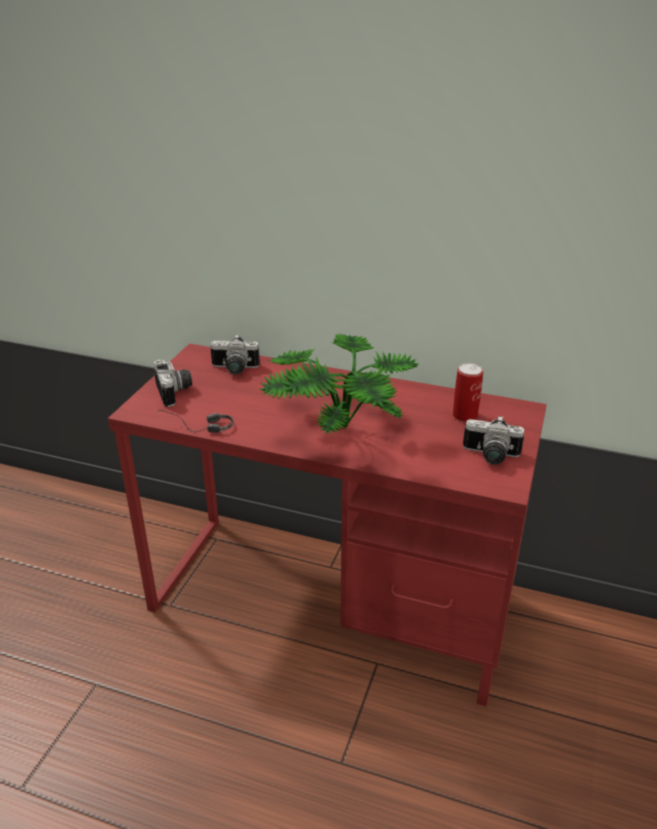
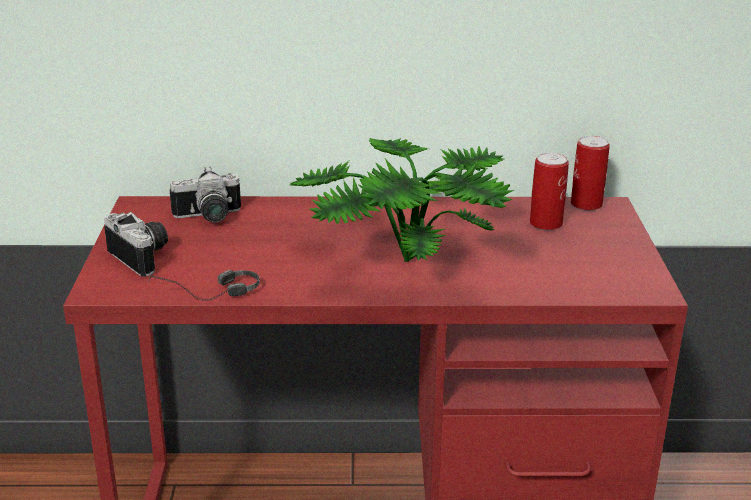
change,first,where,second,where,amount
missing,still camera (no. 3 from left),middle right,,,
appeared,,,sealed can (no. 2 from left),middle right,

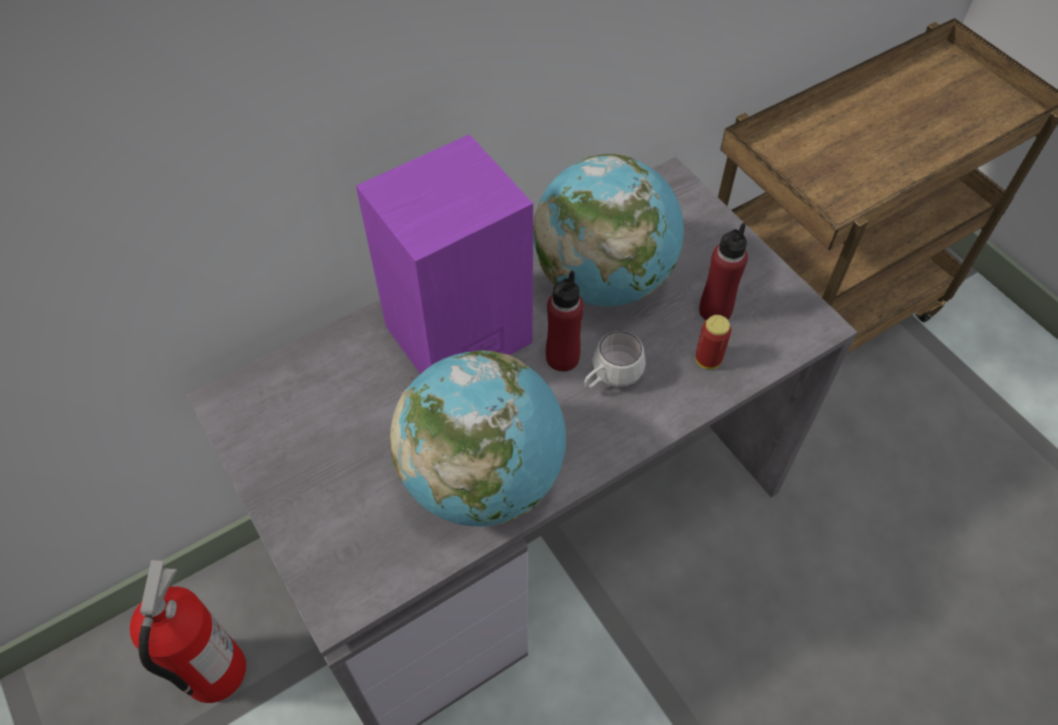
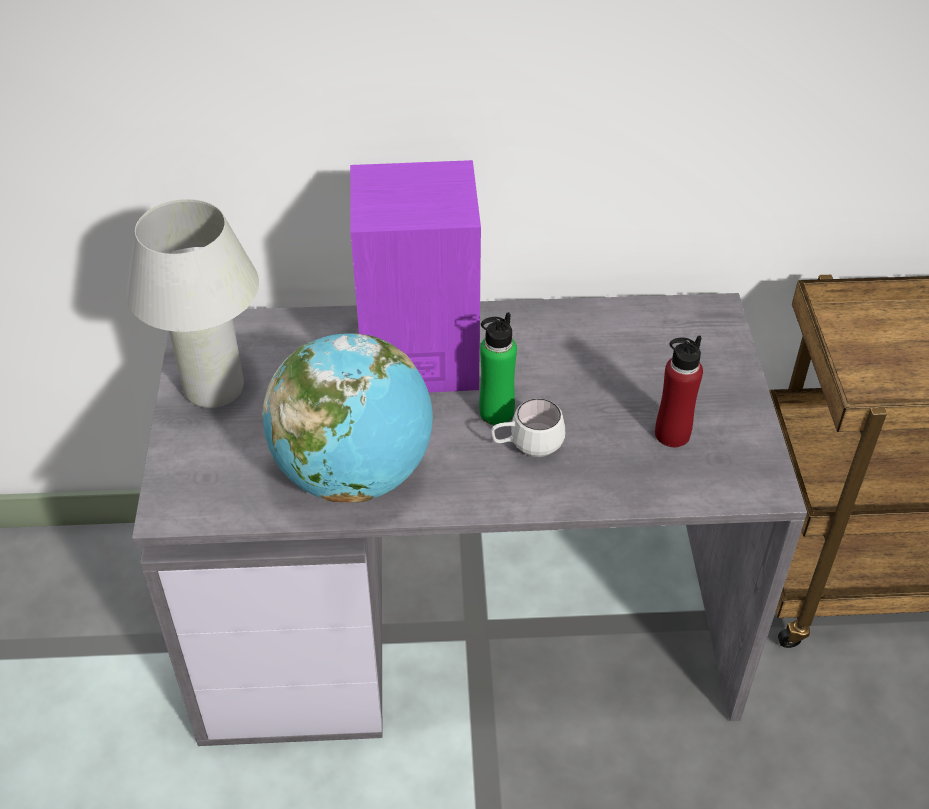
change,first,where,second,where,amount
missing,desk globe (no. 2 from left),top centre,,,
colour,beverage bottle in red (no. 1 from left),centre,beverage bottle in green-coloured,centre,
missing,sealed can,middle right,,,
missing,fire extinguisher,bottom left,,,
appeared,,,tabletop lamp in white,middle left,

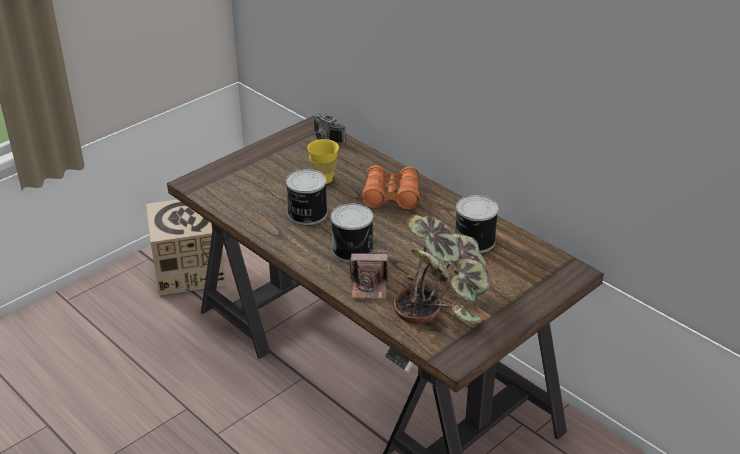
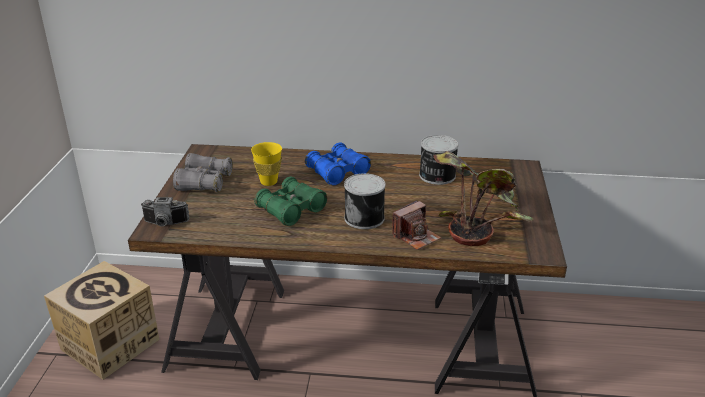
change,first,where,second,where,amount
relocated,still camera (no. 1 from left),top centre,,middle left,
colour,pair of binoculars in orangey,centre,pair of binoculars in blue-coloured,centre,
exchanged,sealed can (no. 1 from left),centre,pair of binoculars in green-coloured,centre,
appeared,,,pair of binoculars in gray,middle left,

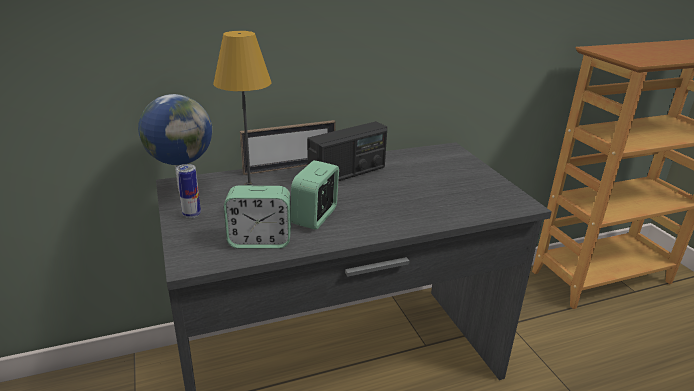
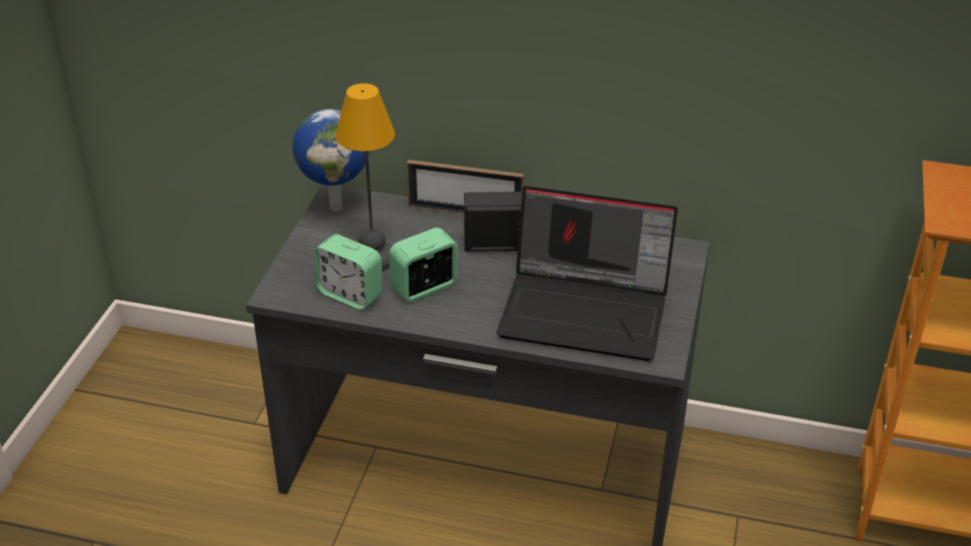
change,first,where,second,where,amount
missing,sealed can,middle left,,,
appeared,,,notebook computer,centre,

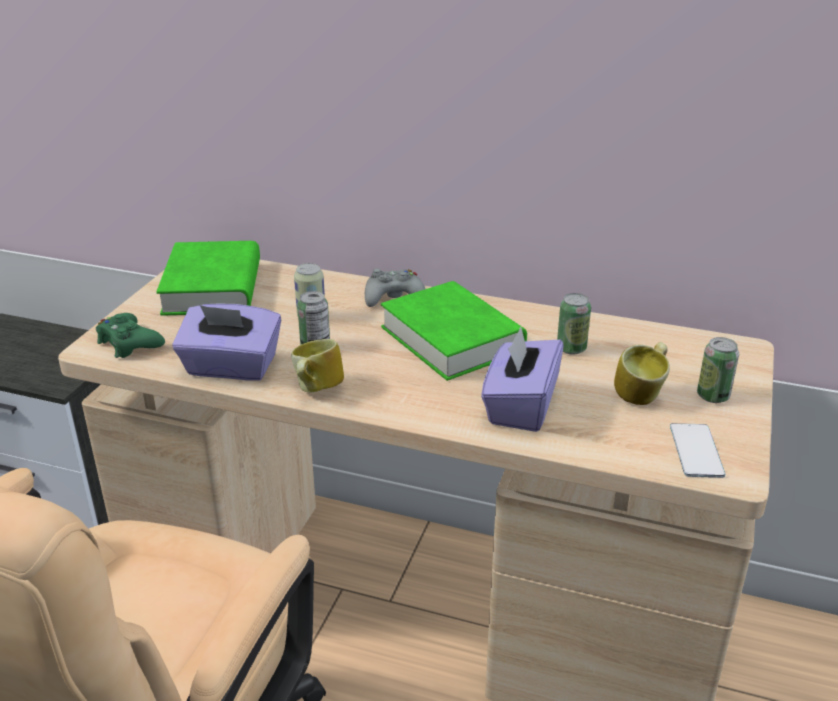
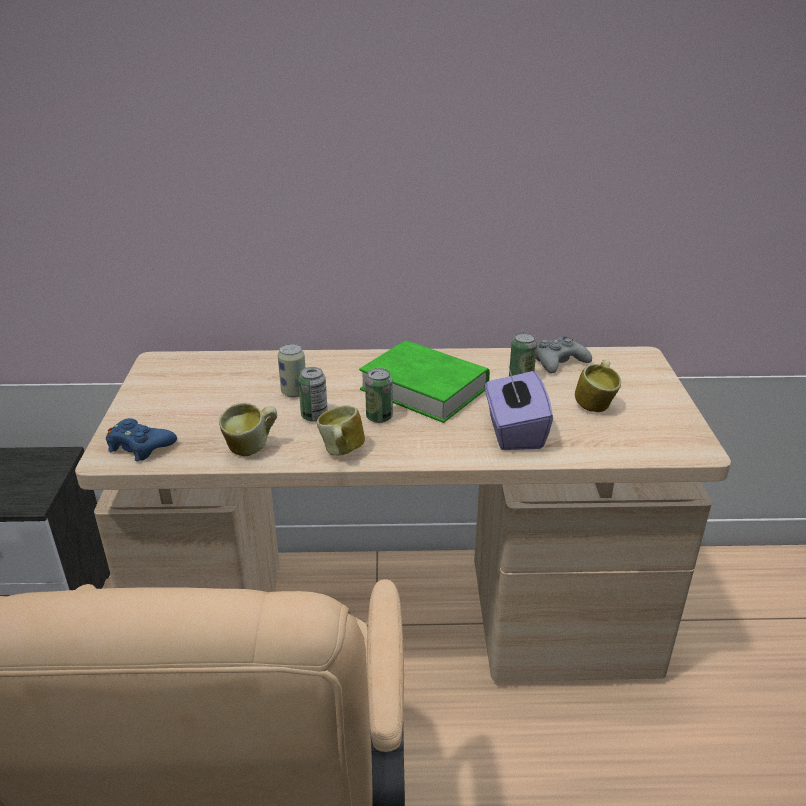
change,first,where,second,where,amount
missing,book in green-coloured (no. 1 from left),middle left,,,
relocated,gamepad in gray,centre,,middle right,
exchanged,tissue box in purplish (no. 1 from left),middle left,mug (no. 1 from left),middle left,
colour,gamepad in green-coloured,middle left,gamepad in blue-coloured,middle left,
relocated,sealed can (no. 4 from left in the first image),middle right,sealed can (no. 3 from left),centre,
missing,handset,middle right,,,

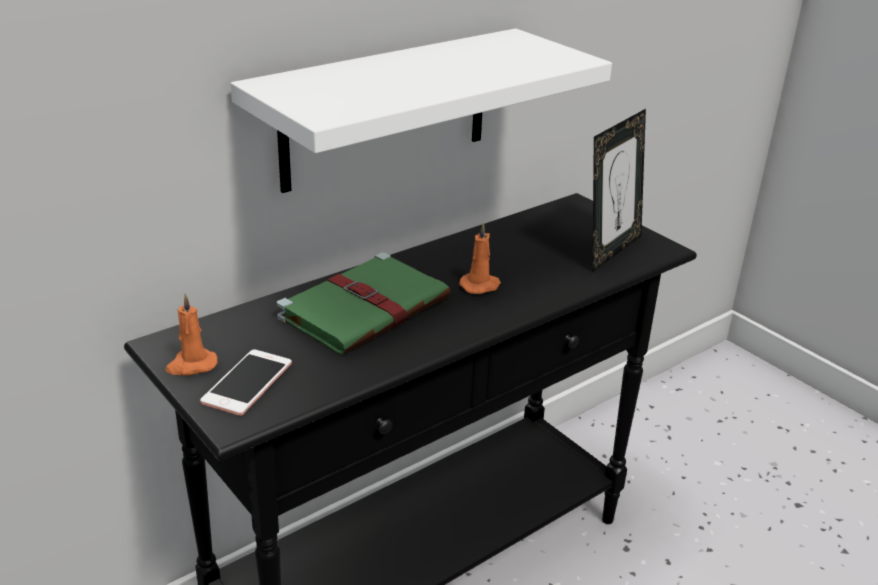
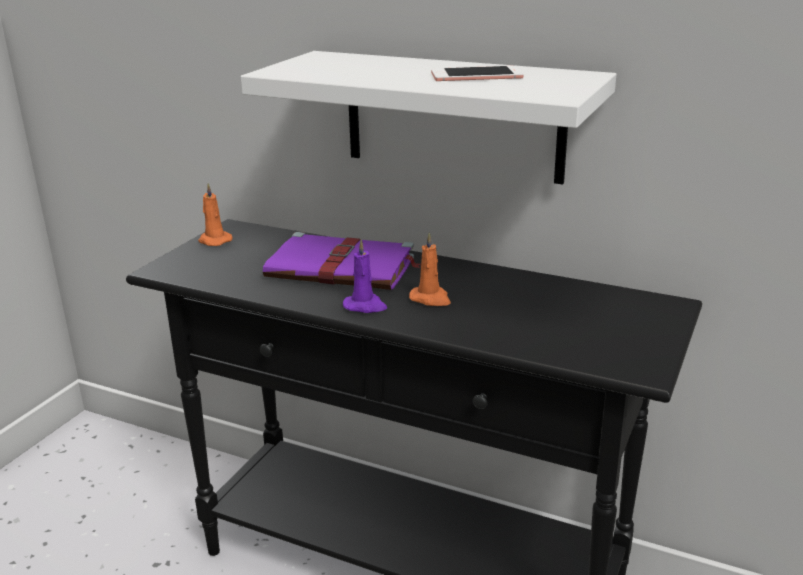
change,first,where,second,where,amount
missing,photo frame,top right,,,
colour,book in green-coloured,centre,book in purplish,centre,
relocated,handset,middle left,,top centre,
appeared,,,candle in purplish,centre,

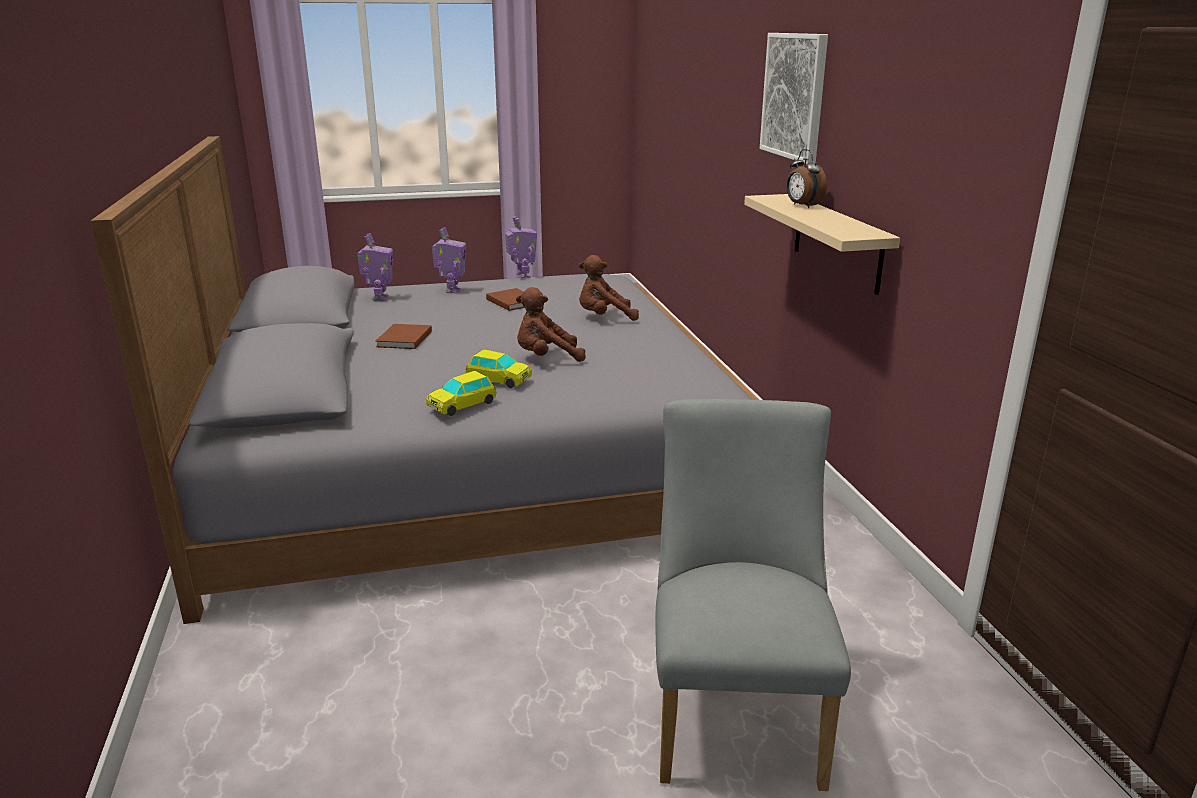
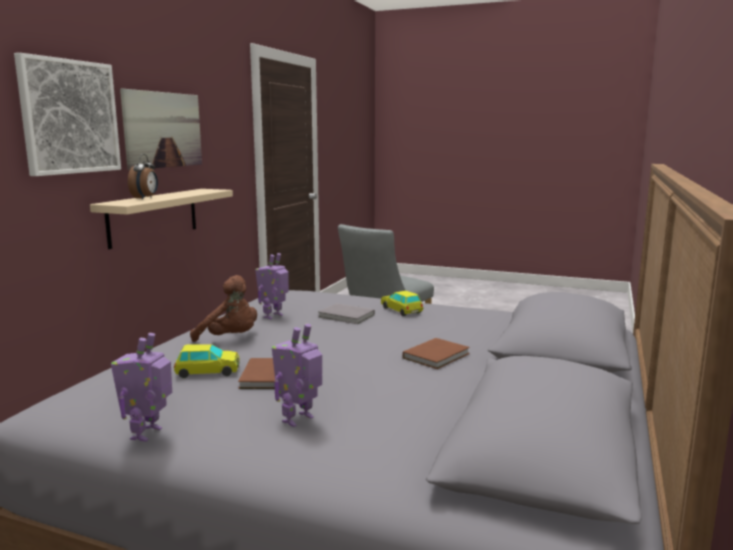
change,first,where,second,where,amount
relocated,model robot (no. 1 from left in the first image),middle left,model robot (no. 2 from left),centre,
exchanged,plush toy in brownish (no. 1 from left),centre,book in gray,centre,
relocated,model car (no. 1 from left),centre,,middle left,
appeared,,,wall picture (no. 2 from left),top left,

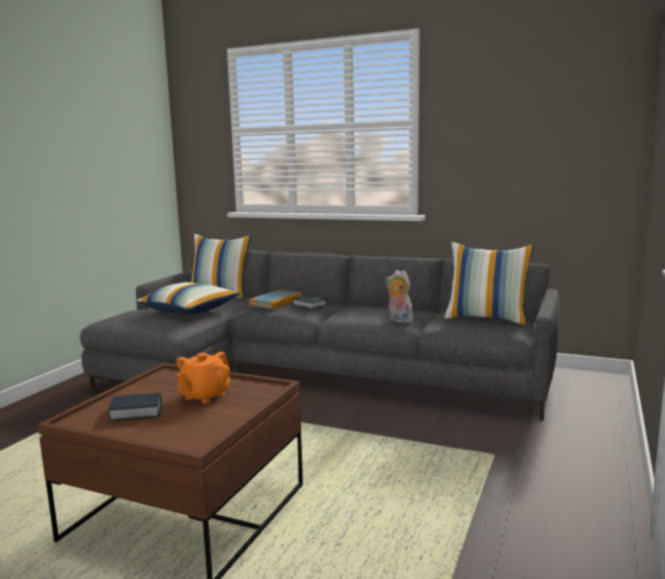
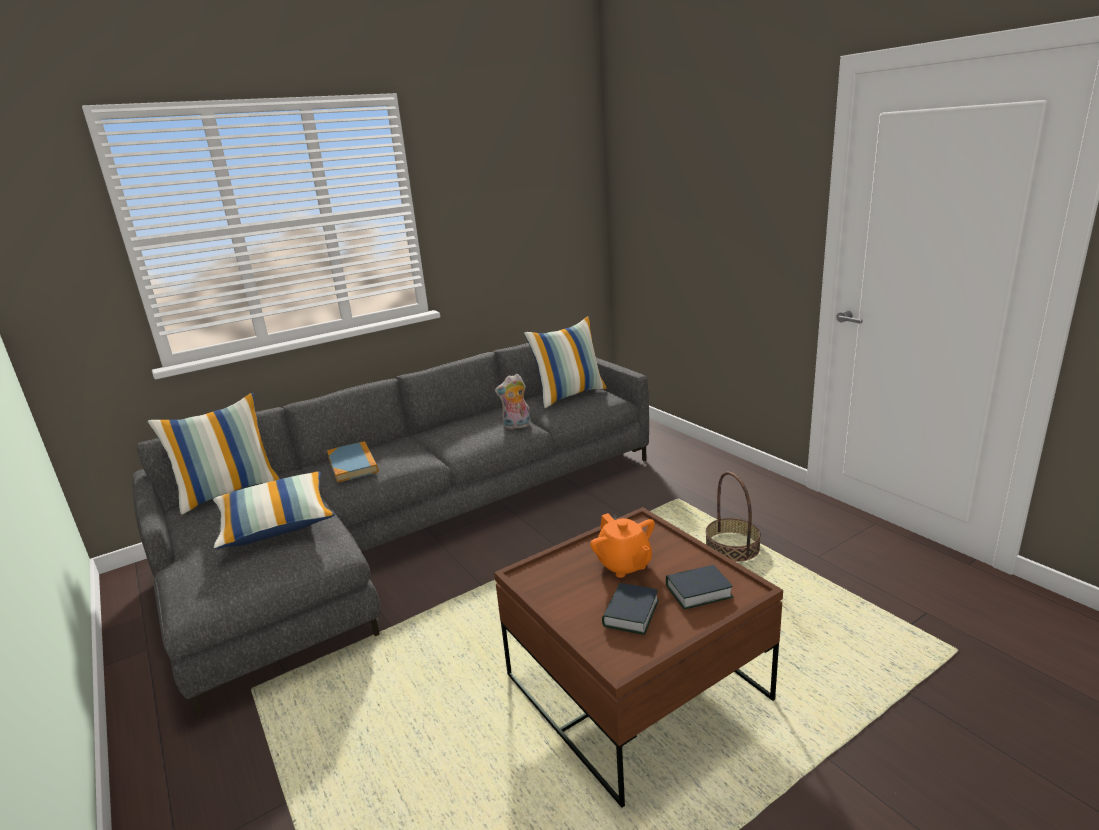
change,first,where,second,where,amount
relocated,book (no. 3 from left),centre,,bottom centre,
appeared,,,storage basket,middle right,

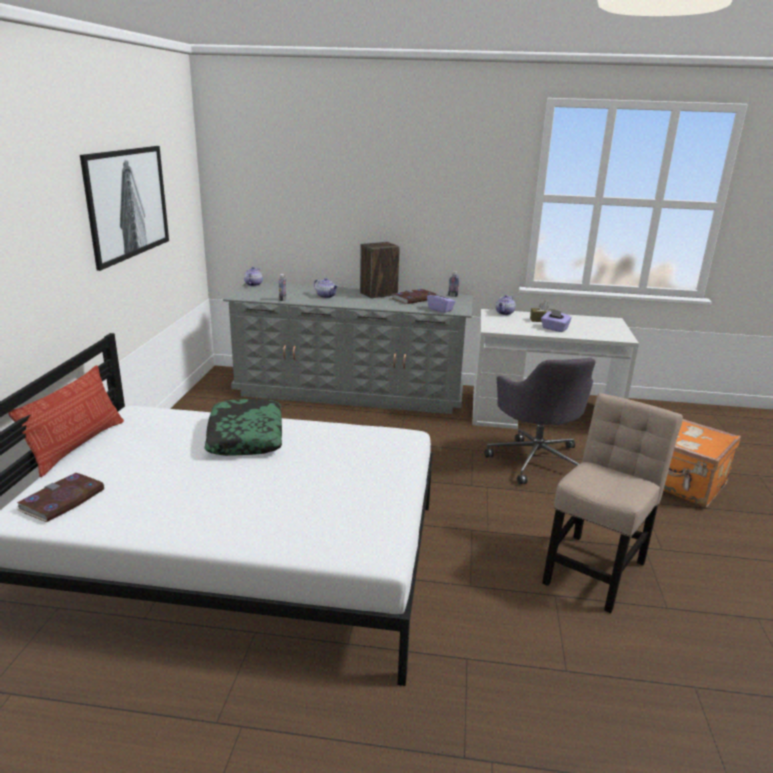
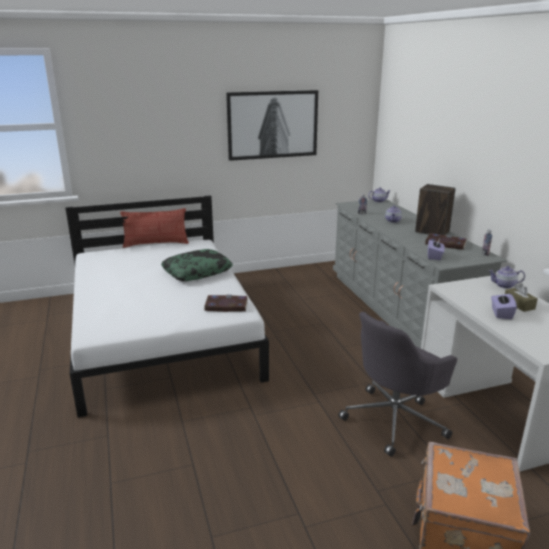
change,first,where,second,where,amount
missing,chair in beige-coloured,middle right,,,
relocated,book (no. 1 from left),middle left,,centre,

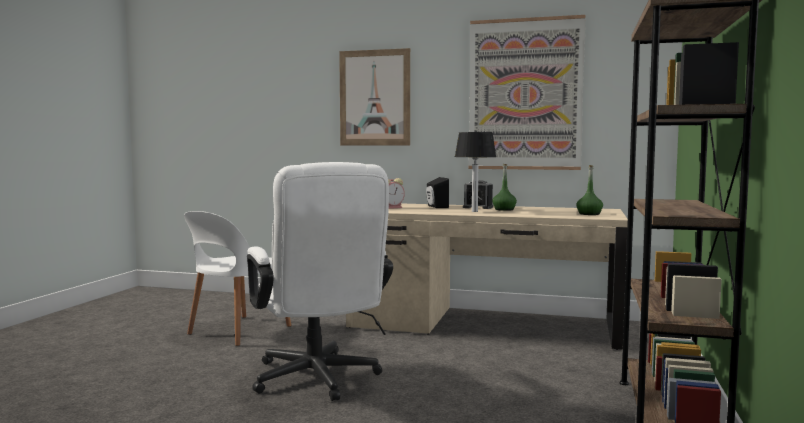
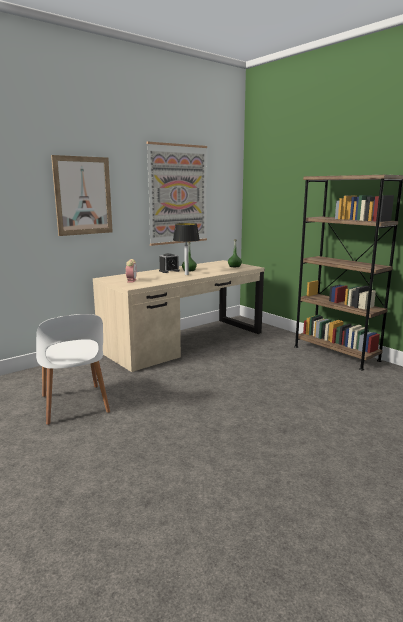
change,first,where,second,where,amount
missing,office chair in white,centre,,,
missing,speaker in black,centre,,,

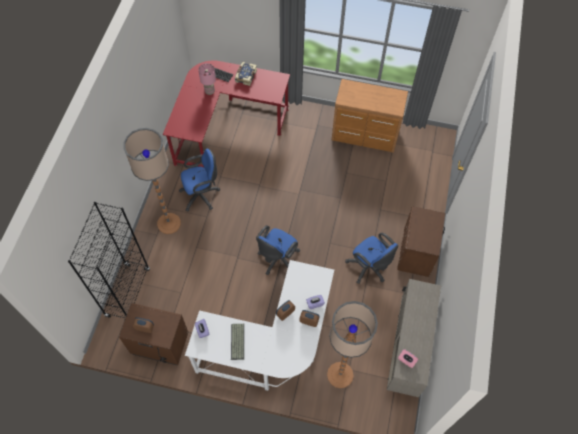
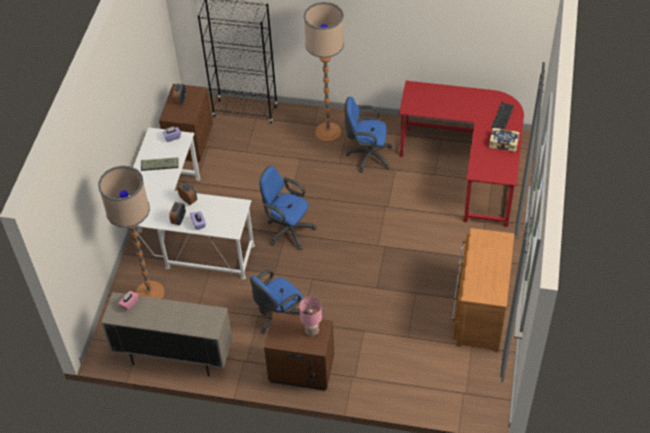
change,first,where,second,where,amount
relocated,tabletop lamp in pink-coloured,top centre,,bottom centre,
spun,office chair in blue-coloured (no. 1 from left in the first image),centre,office chair in blue-coloured (no. 3 from left),top centre,120 degrees clockwise

